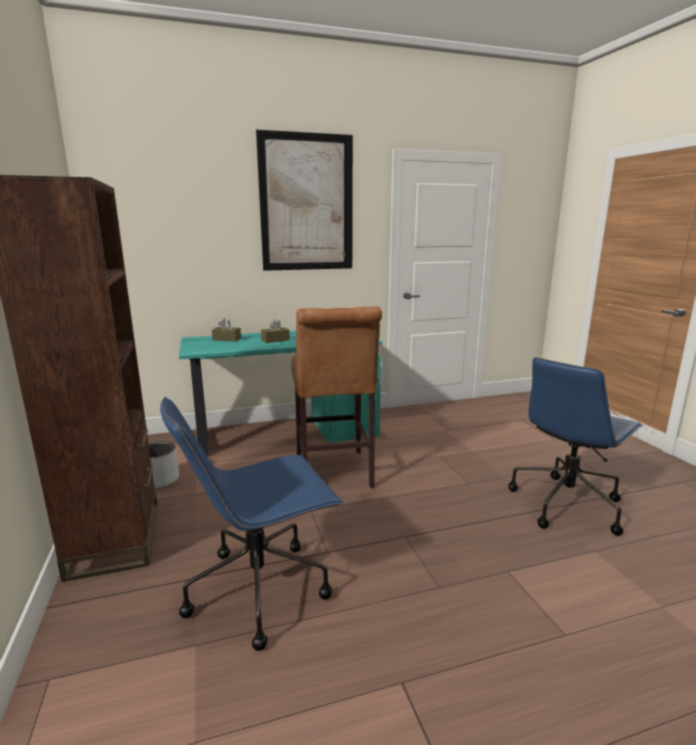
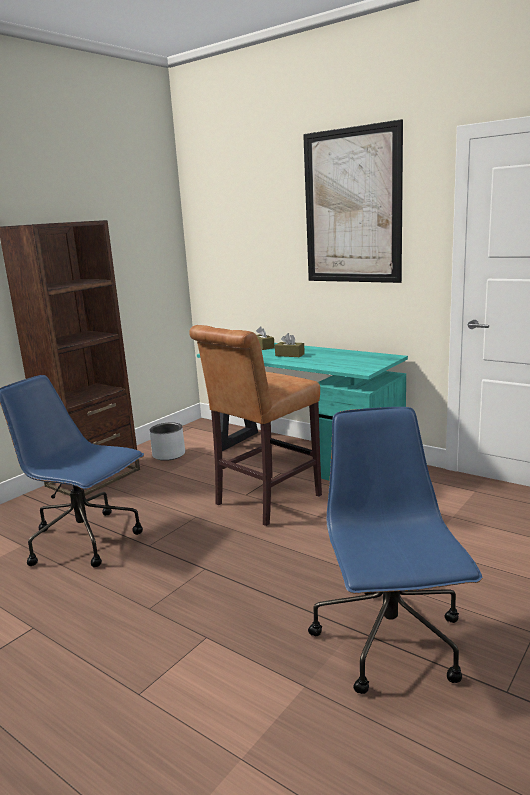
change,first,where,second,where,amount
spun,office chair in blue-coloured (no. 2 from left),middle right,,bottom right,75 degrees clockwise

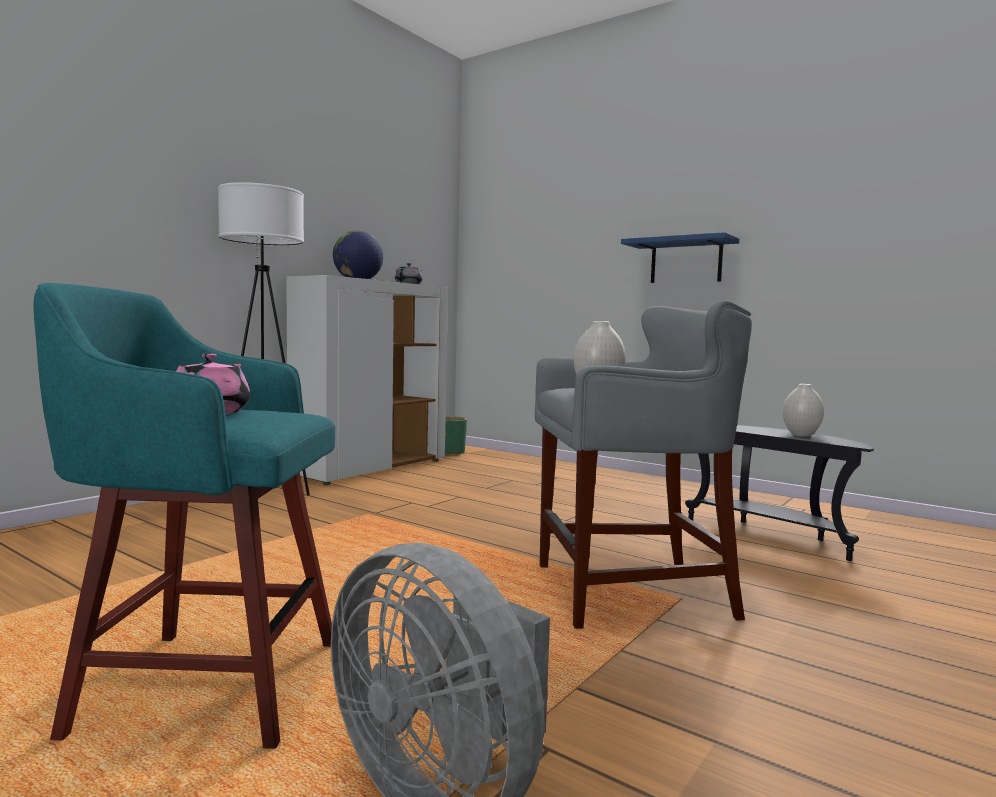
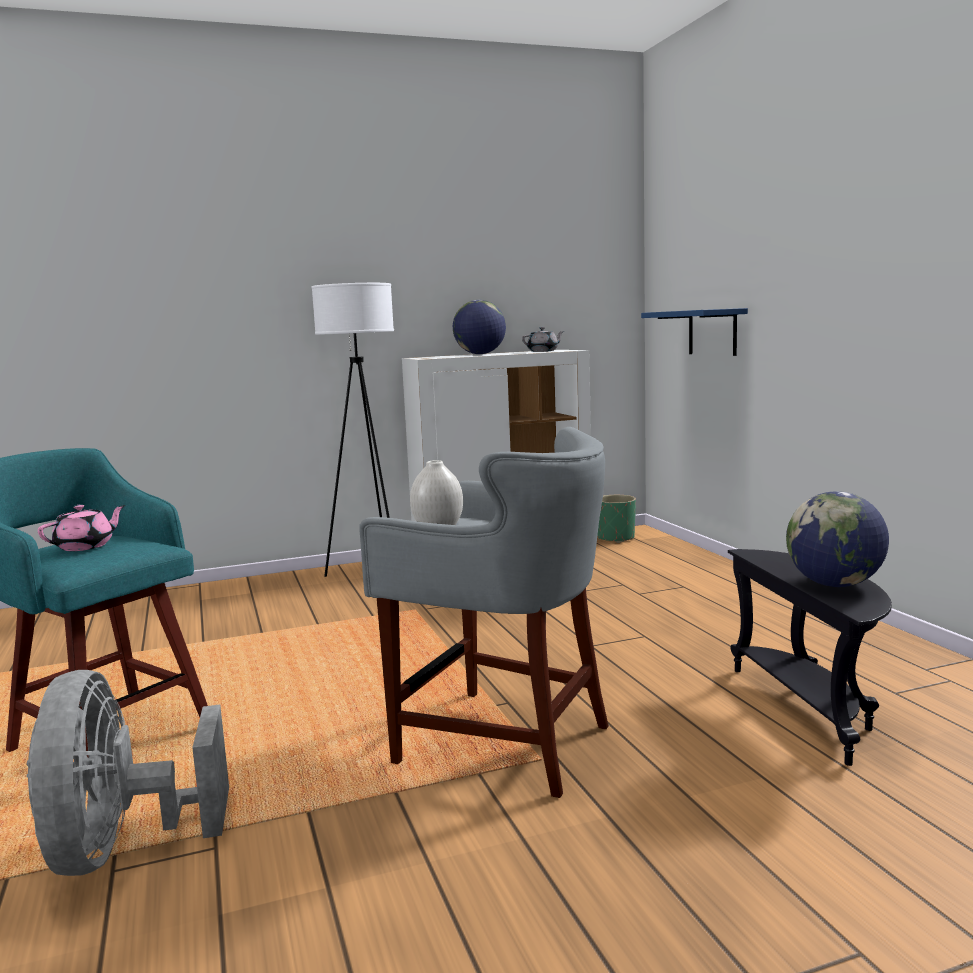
change,first,where,second,where,amount
relocated,shelf in blue-coloured,top right,,middle right,
exchanged,vase in white (no. 2 from left),middle right,desk globe (no. 2 from left),middle right,

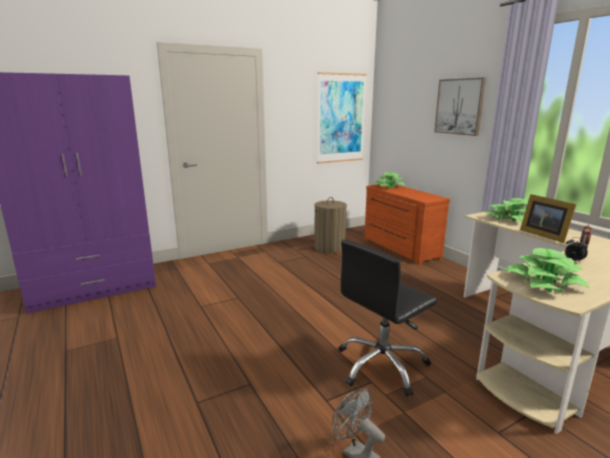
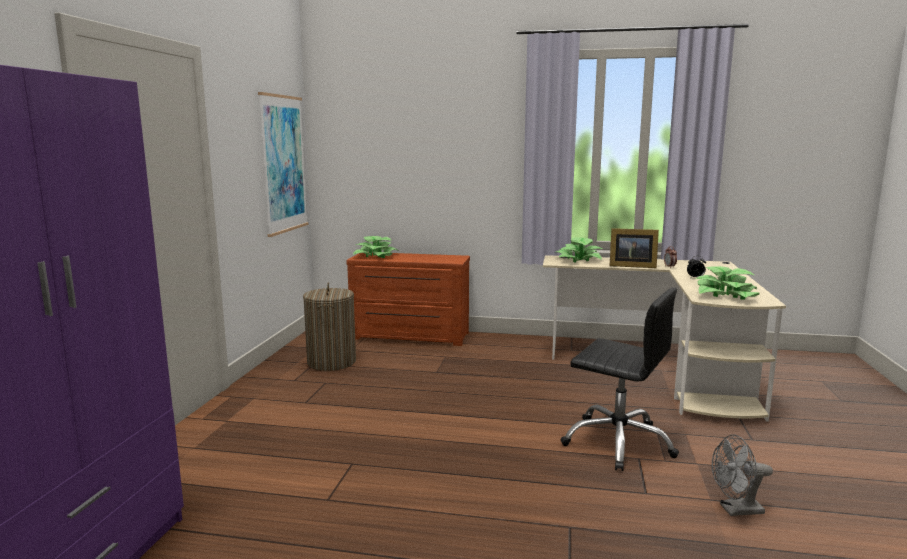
change,first,where,second,where,amount
missing,wall picture (no. 2 from left),top right,,,
spun,office chair in black,bottom centre,,bottom right,60 degrees counterclockwise

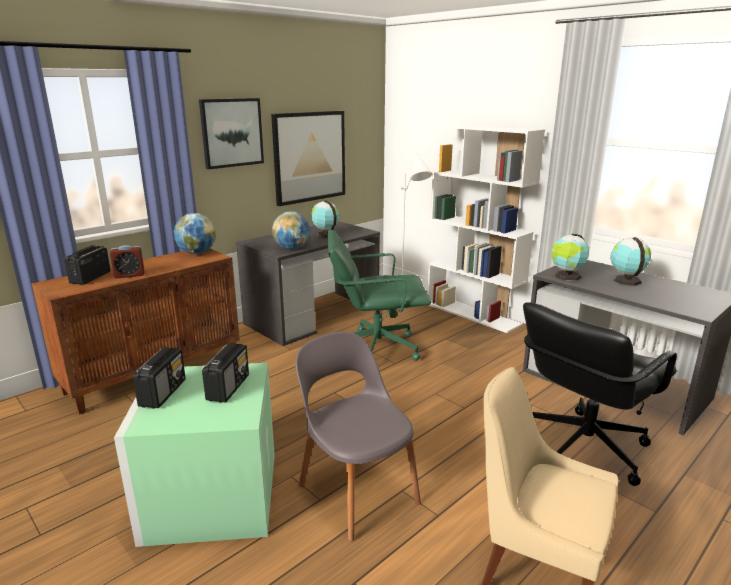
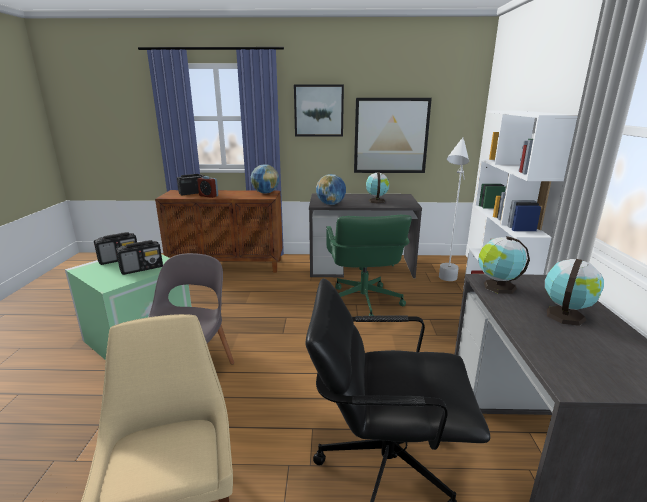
change,first,where,second,where,amount
spun,office chair in green-coloured,centre,,centre,135 degrees counterclockwise

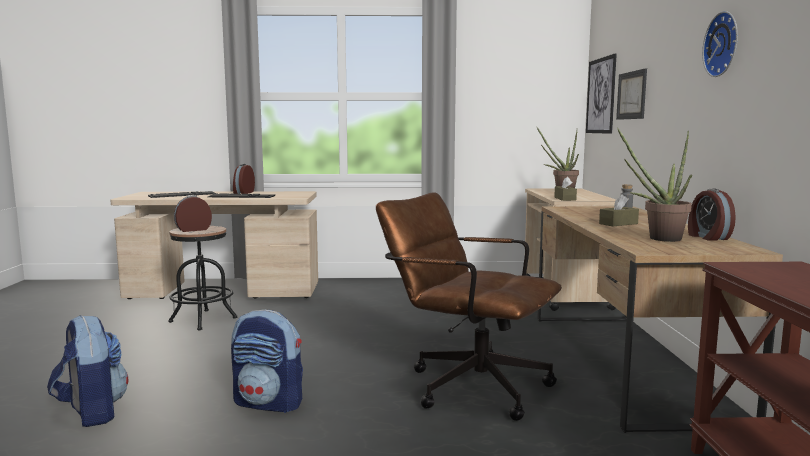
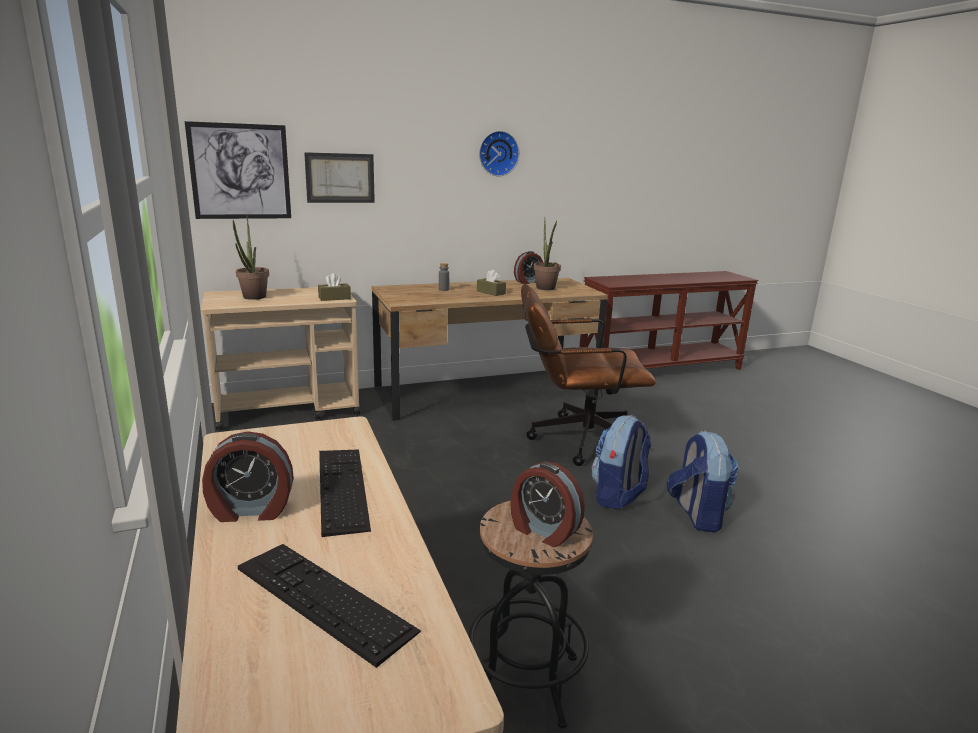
change,first,where,second,where,amount
spun,office chair in brownish,bottom centre,,centre,75 degrees clockwise
relocated,knapsack (no. 1 from left),bottom left,,centre,

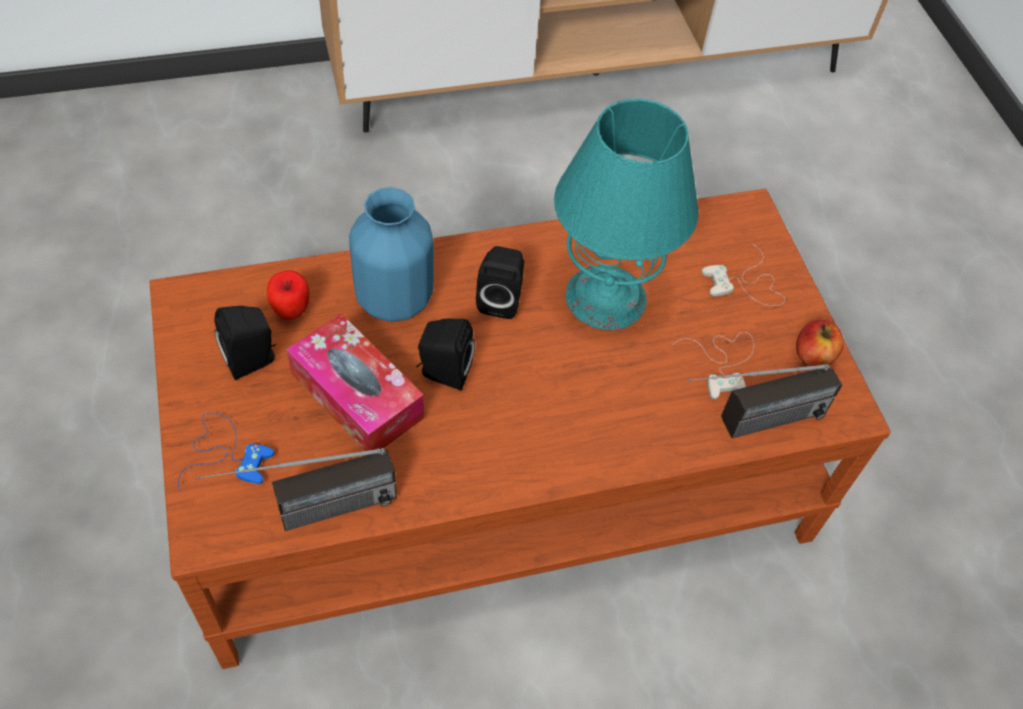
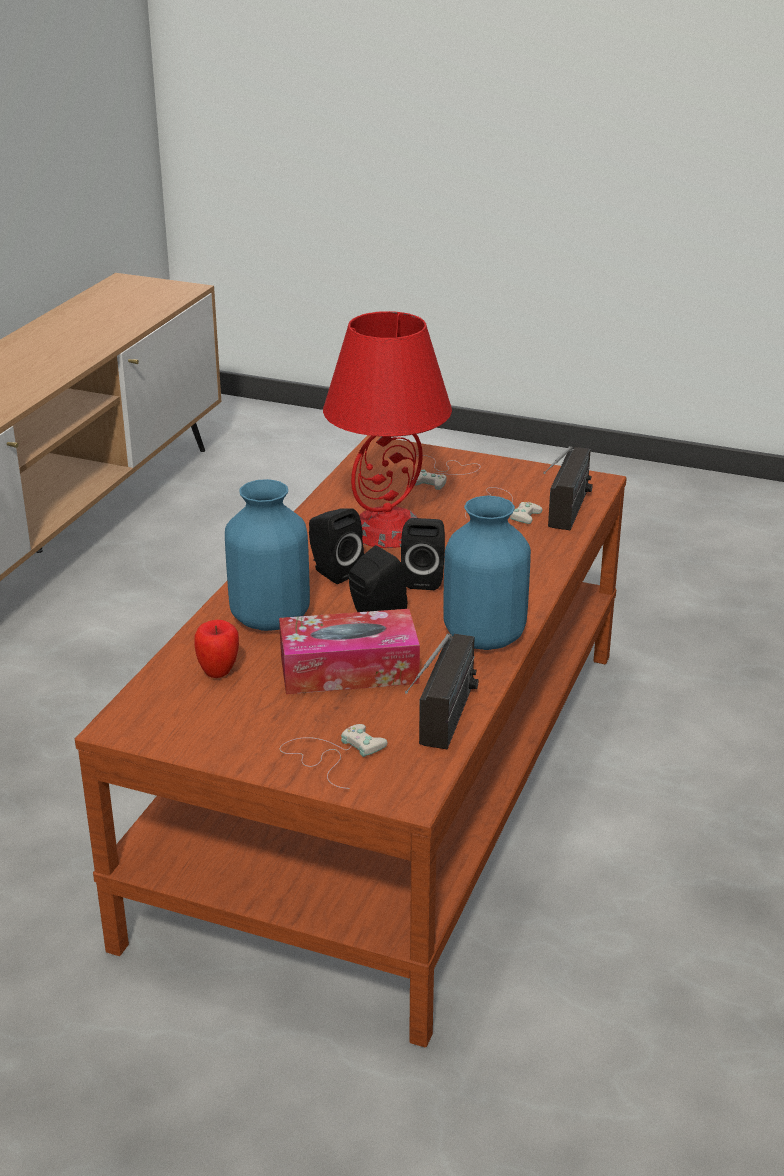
change,first,where,second,where,amount
colour,tabletop lamp in turquoise,top centre,tabletop lamp in red,centre,
relocated,speaker in black (no. 1 from left in the first image),middle left,speaker in black (no. 3 from left),centre,
missing,whole apple (no. 2 from left),middle right,,,
colour,gamepad in blue-coloured,middle left,gamepad in white (no. 1 from left),centre,
appeared,,,vase in blue-coloured (no. 2 from left),centre,

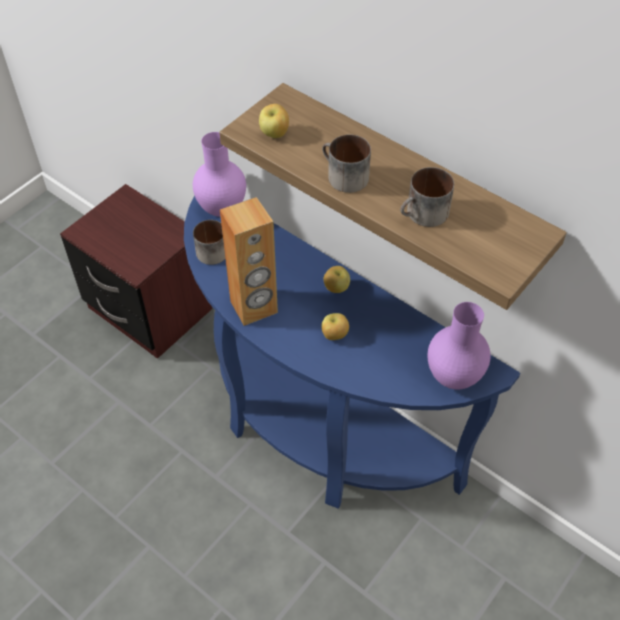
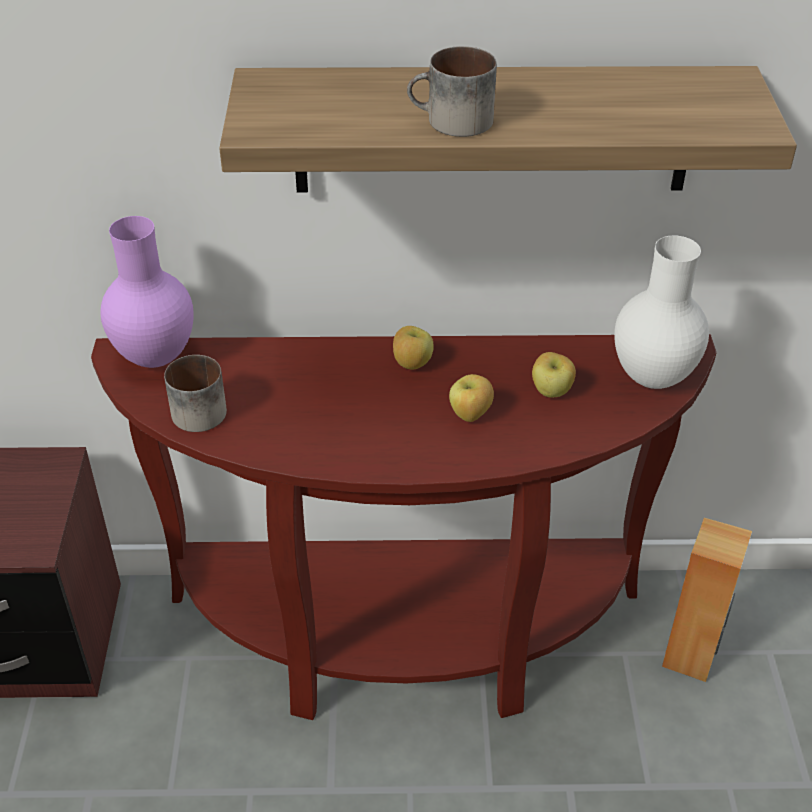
change,first,where,second,where,amount
relocated,whole apple (no. 1 from left in the first image),top centre,whole apple (no. 3 from left),middle right,
missing,mug (no. 3 from left),top right,,,
colour,console table in blue-coloured,centre,console table in brownish,centre,
relocated,speaker in brownish,centre,,bottom right,
colour,vase in purplish (no. 2 from left),middle right,vase in white,middle right,

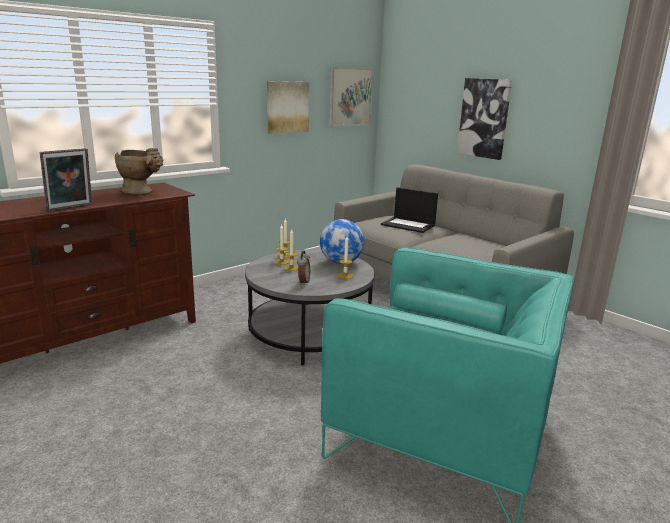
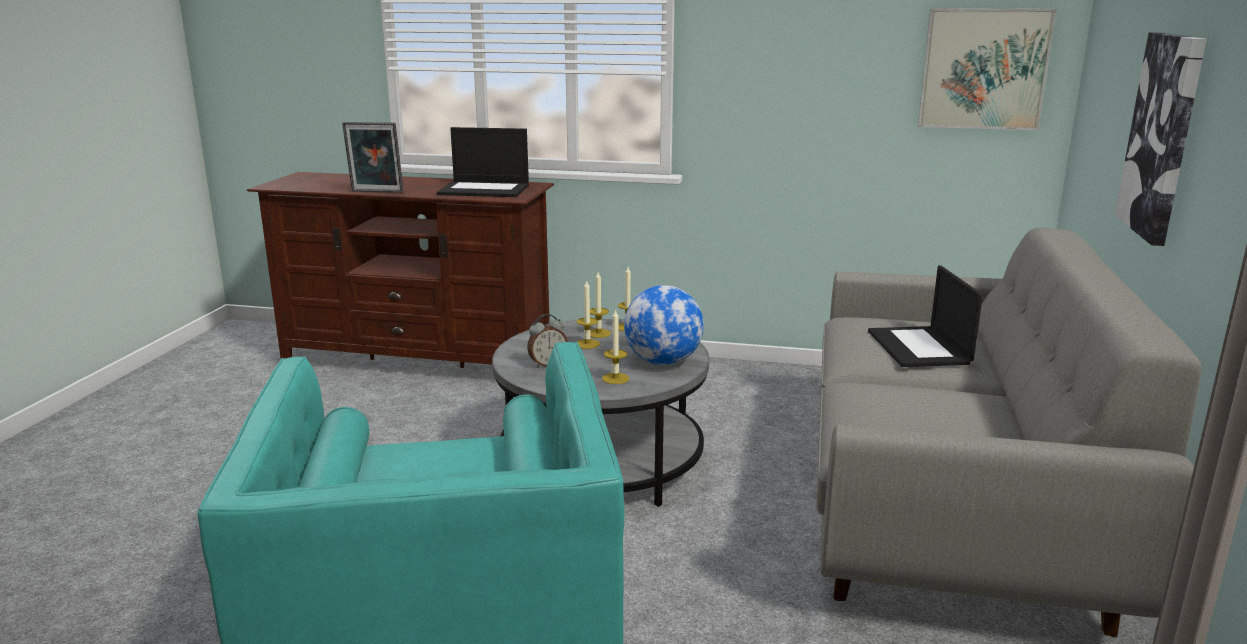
change,first,where,second,where,amount
missing,wall picture (no. 1 from left),top centre,,,
exchanged,vase in beige-coloured,top left,notebook computer (no. 1 from left),top centre,

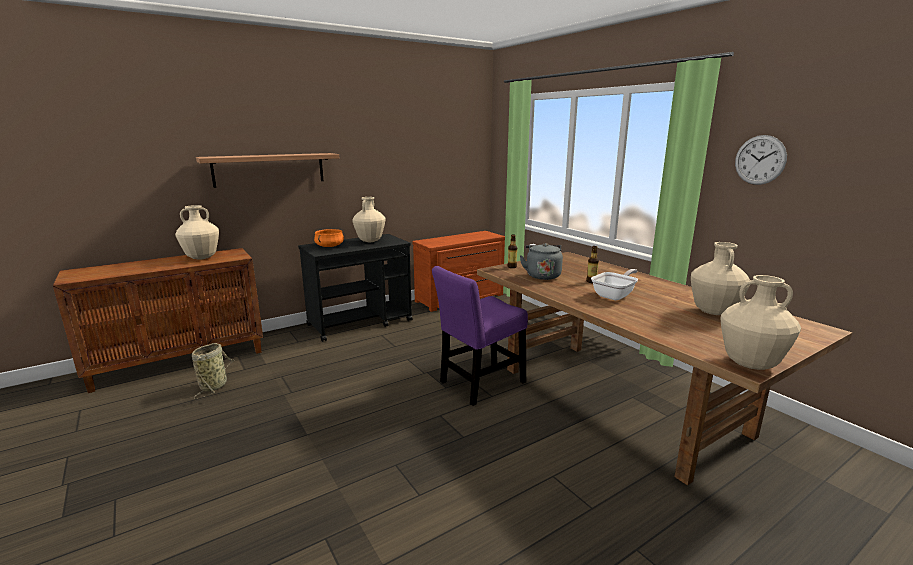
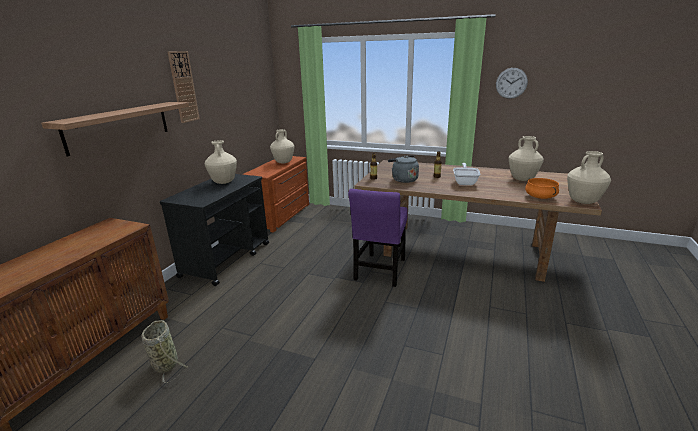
change,first,where,second,where,amount
relocated,vase in beige-coloured (no. 1 from left in the first image),middle left,vase in beige-coloured (no. 2 from left),centre,
relocated,saucepot in orangey,centre,,middle right,
appeared,,,wall clock (no. 1 from left),top left,

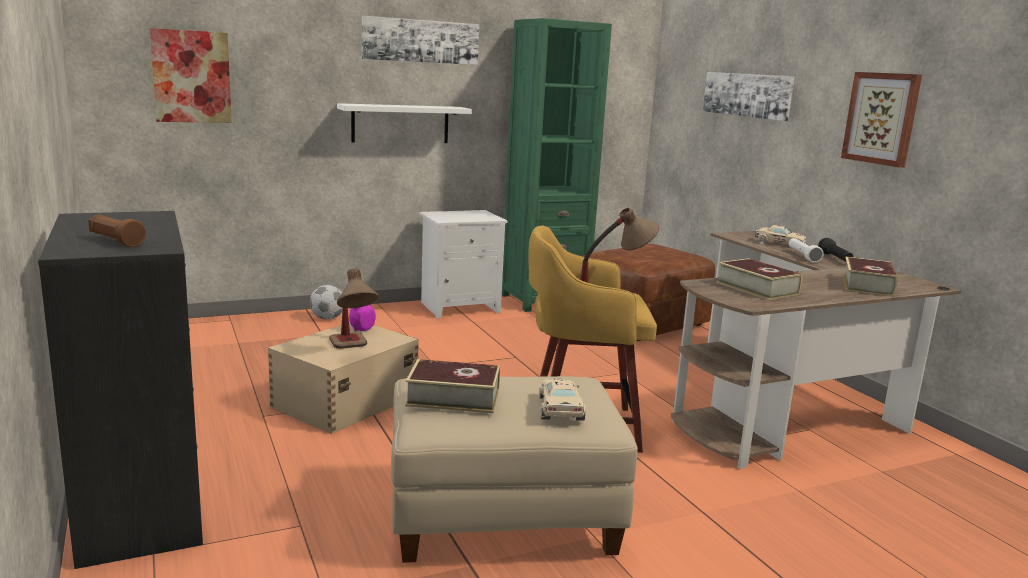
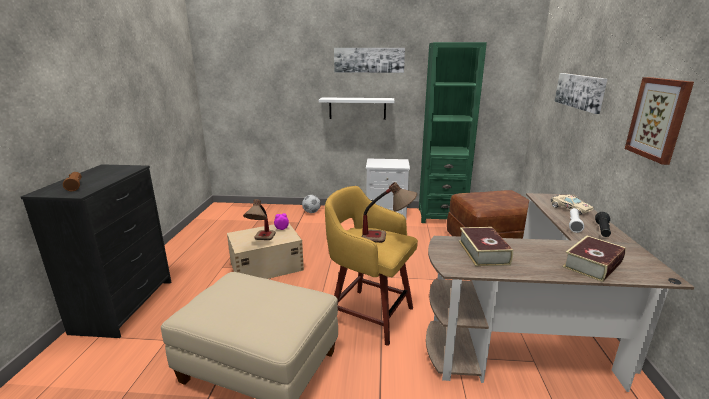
change,first,where,second,where,amount
missing,wall picture (no. 1 from left),top left,,,
missing,book (no. 1 from left),bottom centre,,,
missing,model car in beige-coloured (no. 1 from left),bottom centre,,,

